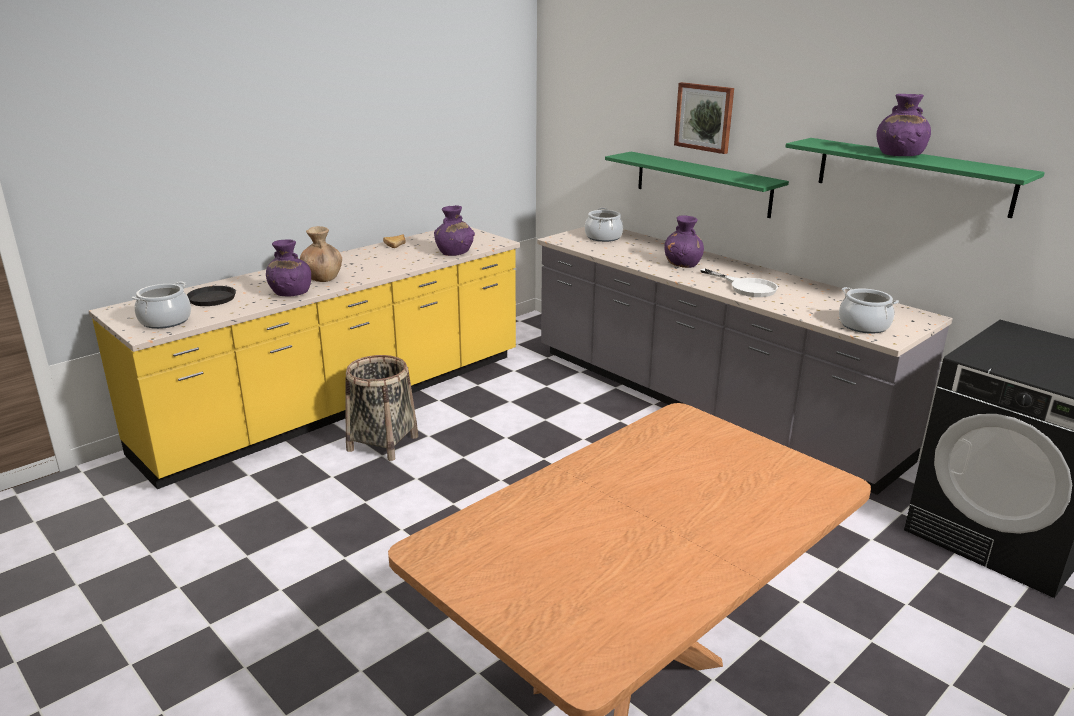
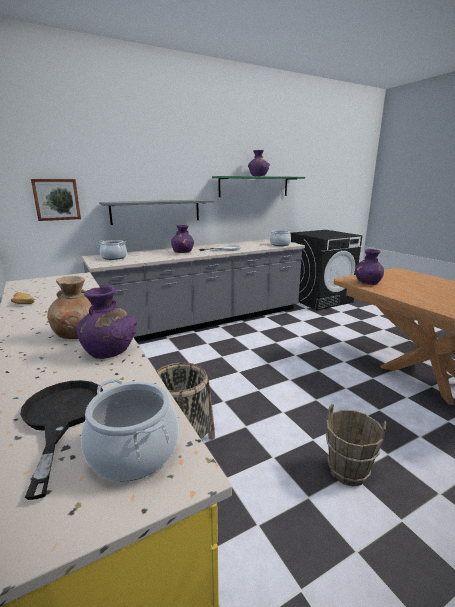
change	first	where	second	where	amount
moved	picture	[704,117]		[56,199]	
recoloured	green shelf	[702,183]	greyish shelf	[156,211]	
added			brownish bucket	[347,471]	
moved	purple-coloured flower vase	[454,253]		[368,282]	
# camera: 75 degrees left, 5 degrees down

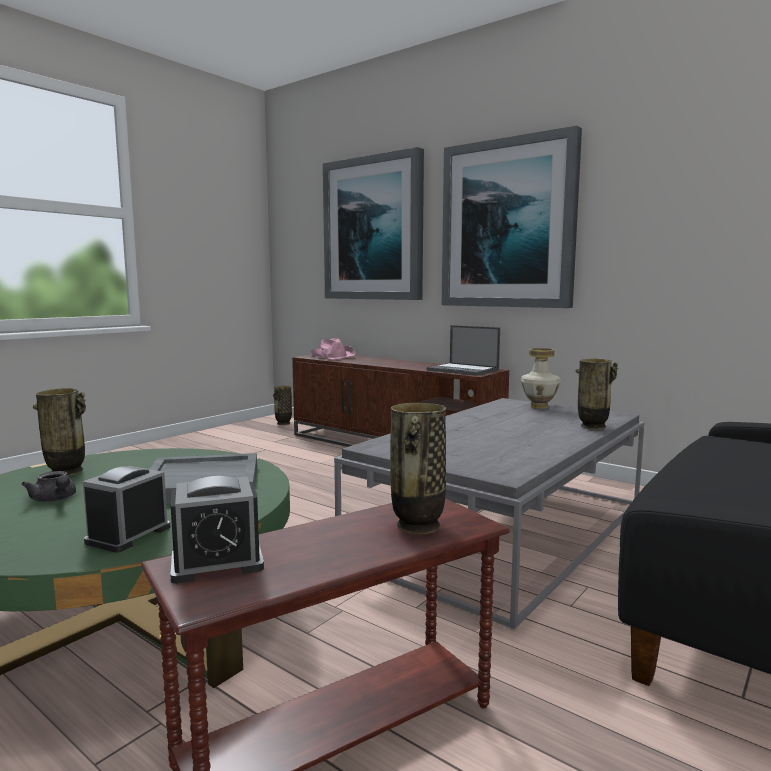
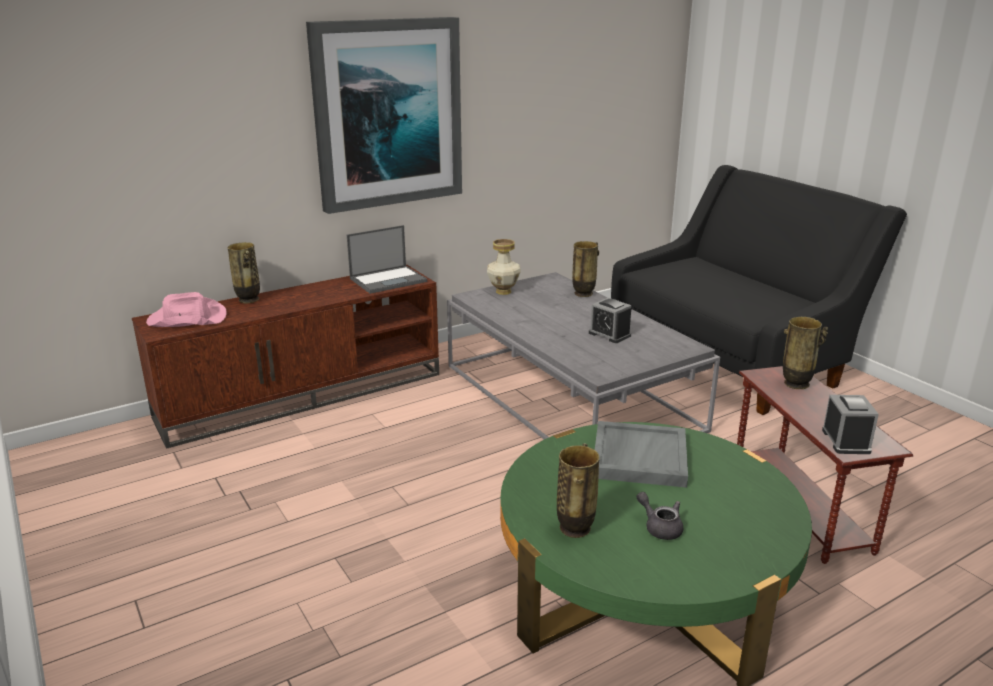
change	first	where	second	where	amount
moved	flower vase	[283,423]		[248,300]	
moved	bedside clock	[128,535]		[609,334]	
turned	greyish pot for tea	[55,499]		[660,527]	105 degrees counterclockwise
removed	picture	[374,229]			
# camera: 70 degrees left, 15 degrees up

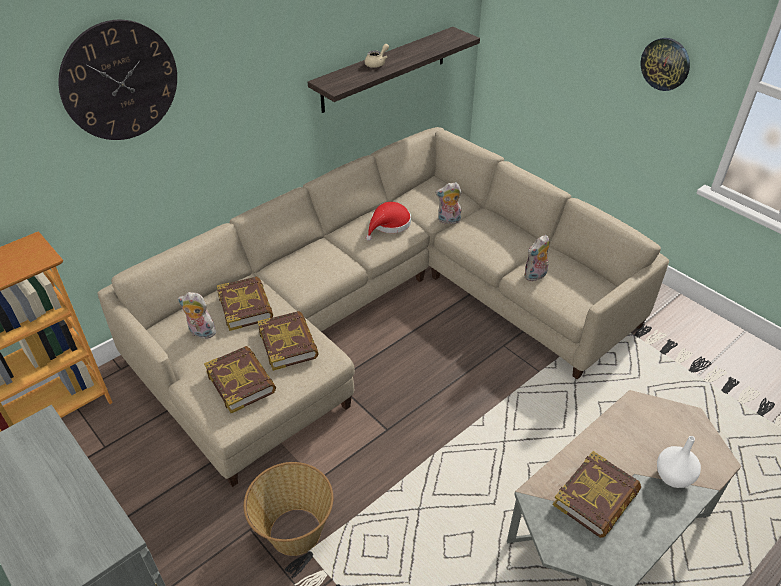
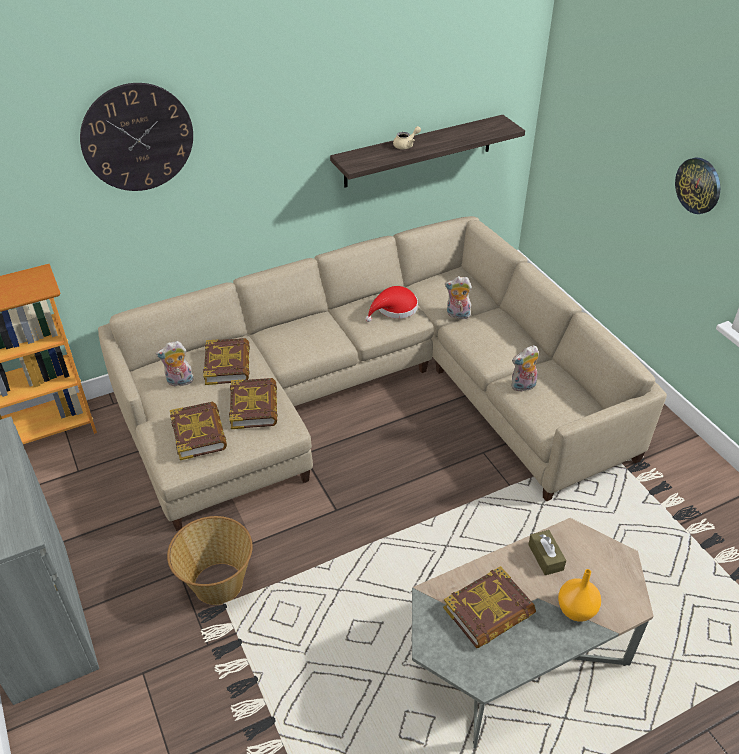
change	first	where	second	where	amount
turned	soft toy	[201,333]		[179,382]	45 degrees counterclockwise
added			brownish tissue box	[545,557]	
recoloured	whitish flower vase	[673,477]	orange flower vase	[577,610]	
# camera: 15 degrees right, 0 degrees up

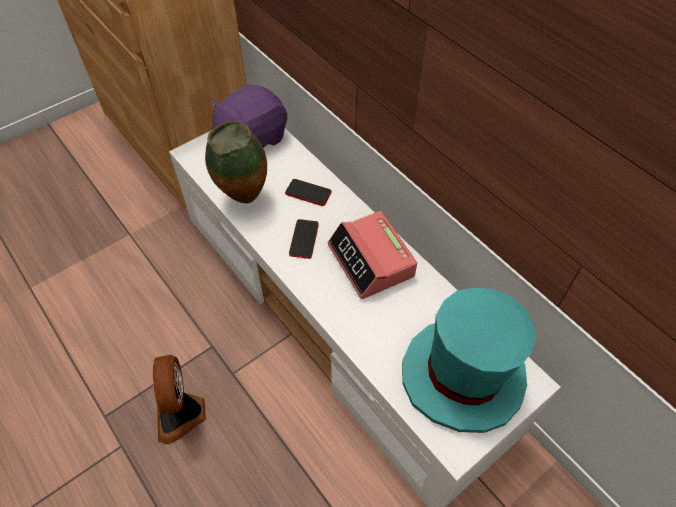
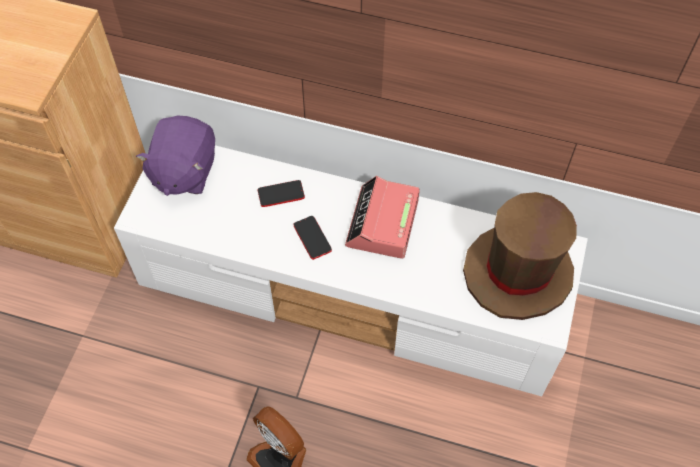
change	first	where	second	where	amount
turned	bedside clock	[371,261]		[382,224]	75 degrees clockwise
recoloured	blue-green wearable hat	[463,376]	brownish wearable hat	[518,273]	
removed	flower vase	[243,199]			
# camera: 35 degrees left, 5 degrees up

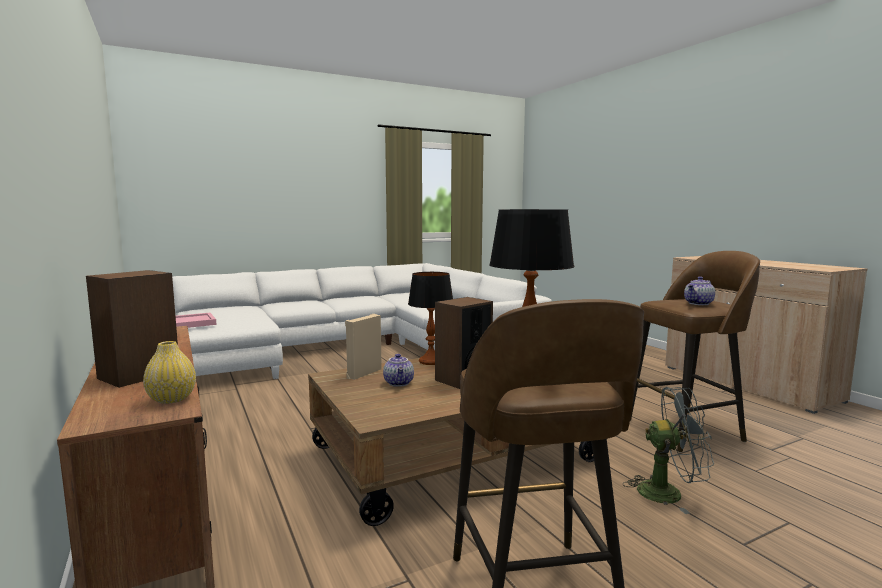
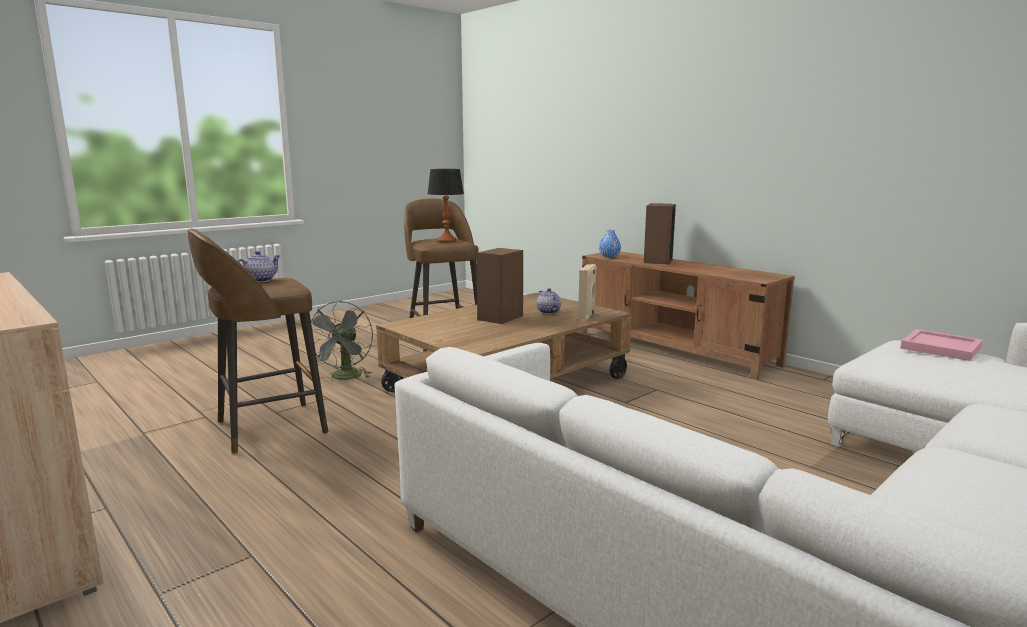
change	first	where	second	where	amount
turned	greyish cooling fan	[668,492]		[345,378]	75 degrees counterclockwise
recoloured	yellow flower vase	[171,399]	bluish flower vase	[609,257]	
removed	lamp for a table	[430,361]			
# camera: 165 degrees right, 5 degrees up

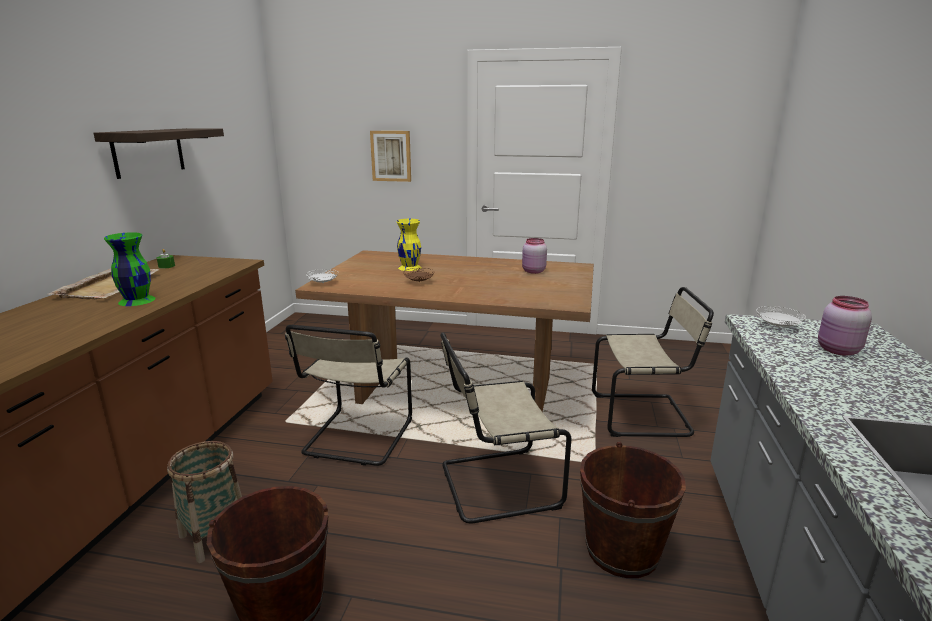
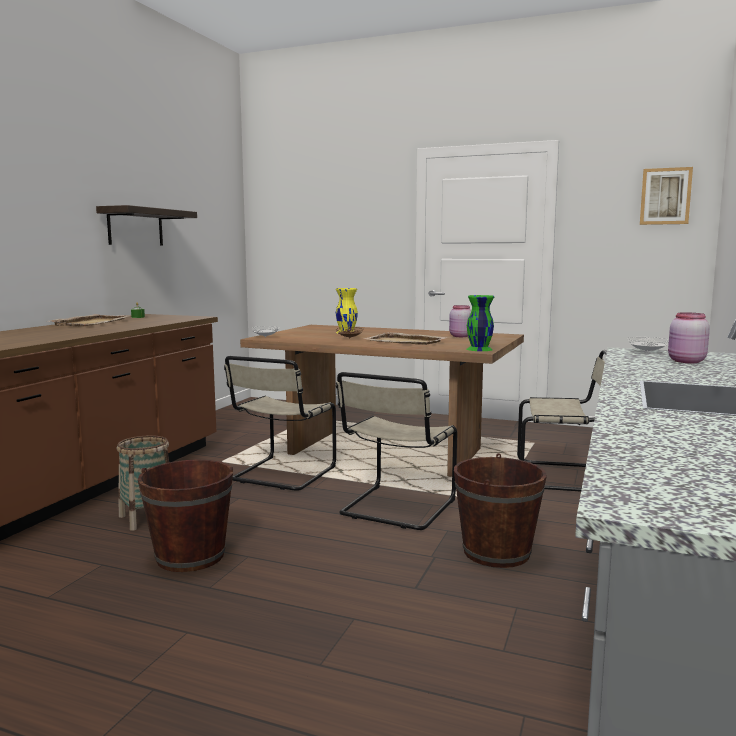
change	first	where	second	where	amount
turned	beige-coloured upright chair	[494,485]		[396,508]	60 degrees counterclockwise
added			beige-coloured tray	[406,341]	
moved	green flower vase	[136,300]		[479,349]	
moved	picture	[391,156]		[665,196]	
# camera: 10 degrees right, 10 degrees down

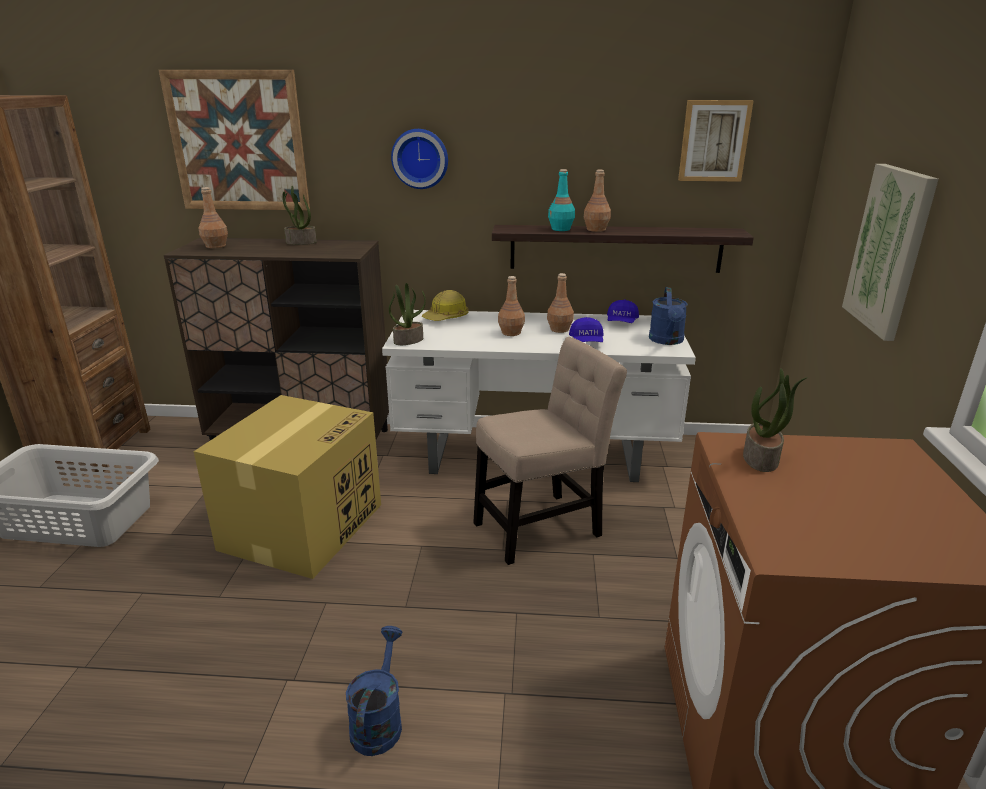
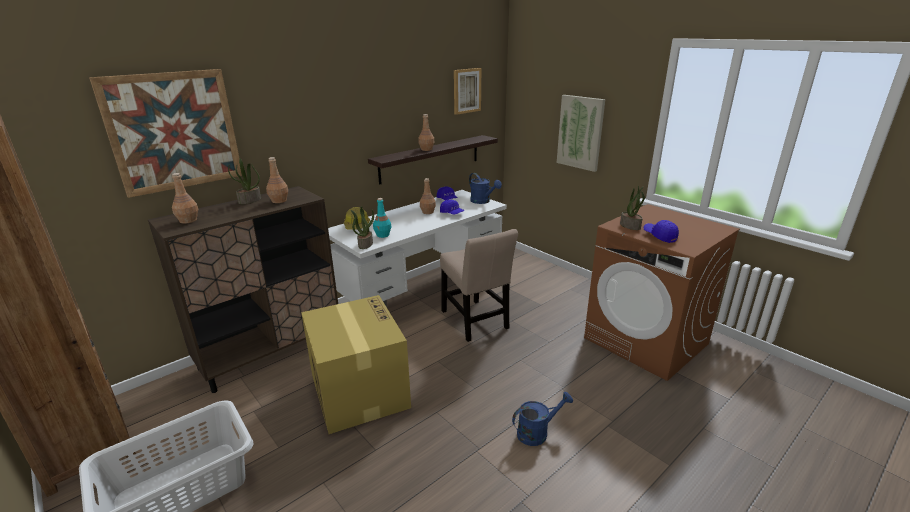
change	first	where	second	where	amount
moved	brownish bottle	[511,332]		[279,201]	
moved	blue-green bottle	[561,229]		[383,235]	
turned	beige-coloured upright chair	[542,526]		[475,322]	135 degrees clockwise
turned	bluish watering can	[378,720]		[537,432]	105 degrees clockwise
added			bluish baseball cap	[659,236]	
removed	clock on the wall	[420,158]			
# camera: 45 degrees left, 0 degrees up

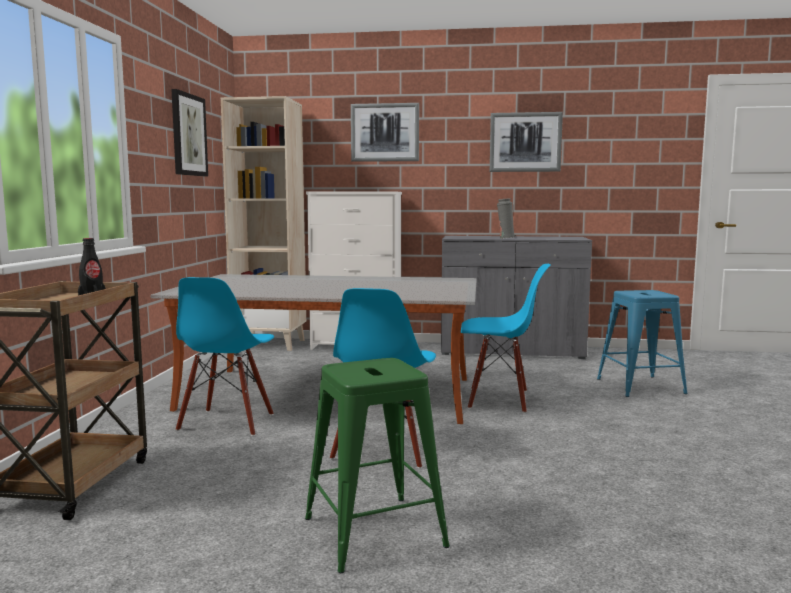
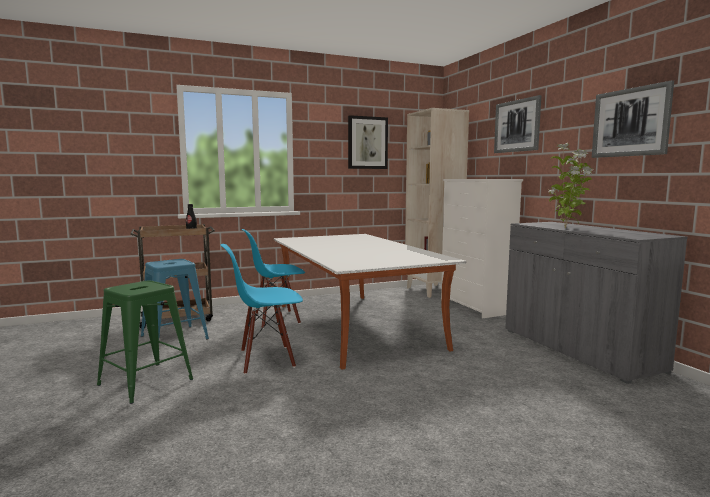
change	first	where	second	where	amount
moved	bluish stool seat	[641,386]		[174,337]	
replaced	greyish flower vase	[505,238]	houseplant	[566,228]	
removed	bluish upright chair	[498,400]			
# camera: 60 degrees right, 0 degrees up

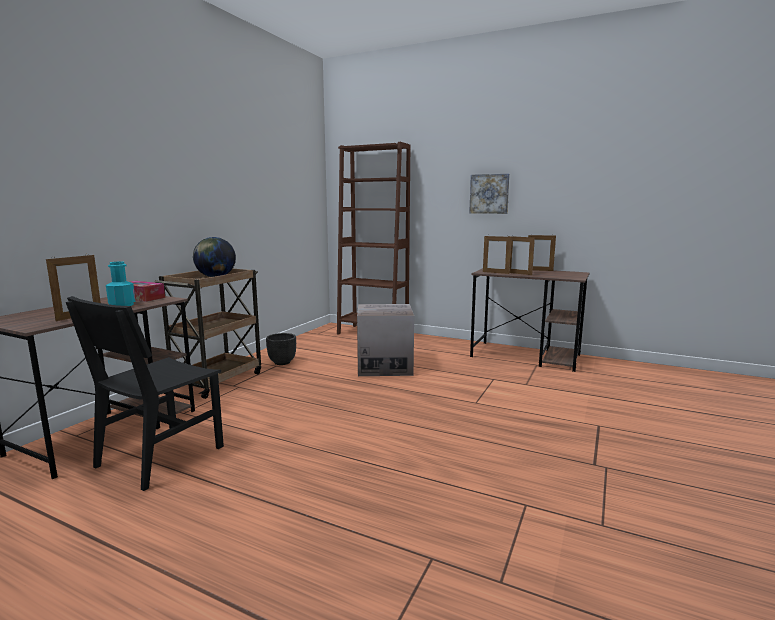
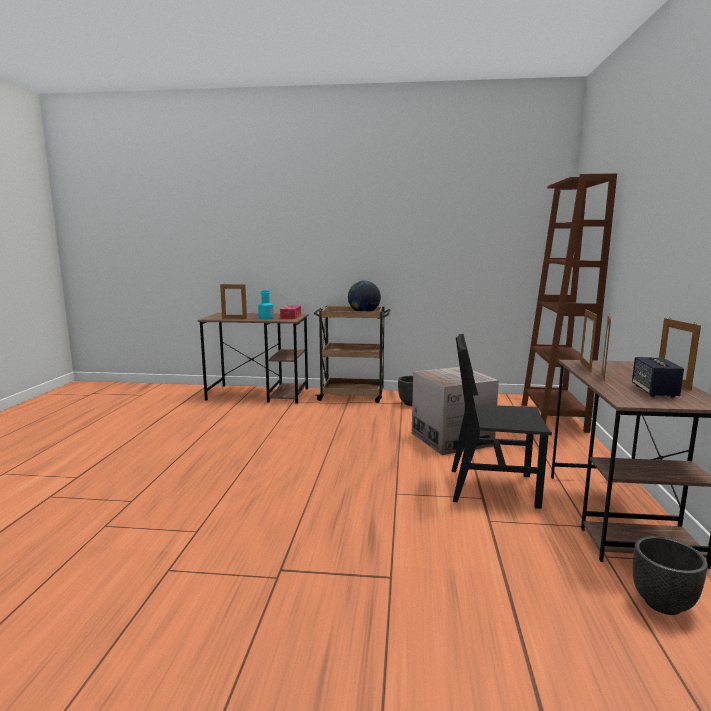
change	first	where	second	where	amount
moved	black upright chair	[160,456]		[492,487]	
added			audio speaker	[654,392]	
added			black planter	[663,604]	
removed	picture	[489,194]			
# camera: 70 degrees right, 0 degrees up

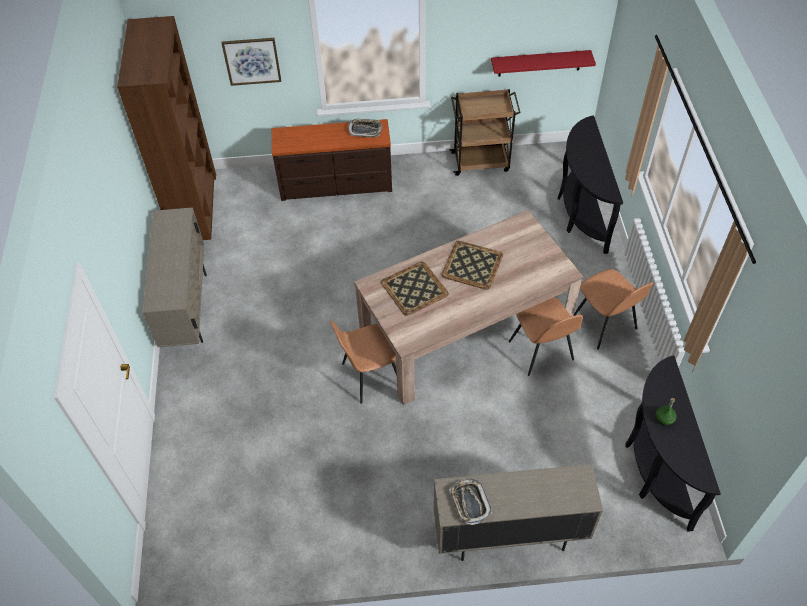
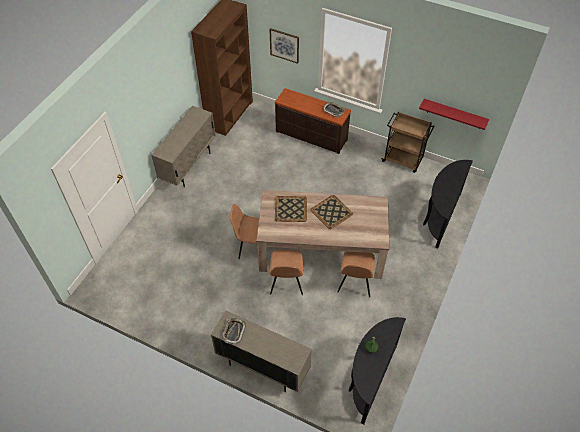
change	first	where	second	where	amount
moved	brownish upright chair	[604,325]		[286,283]	
# camera: 30 degrees right, 0 degrees up

